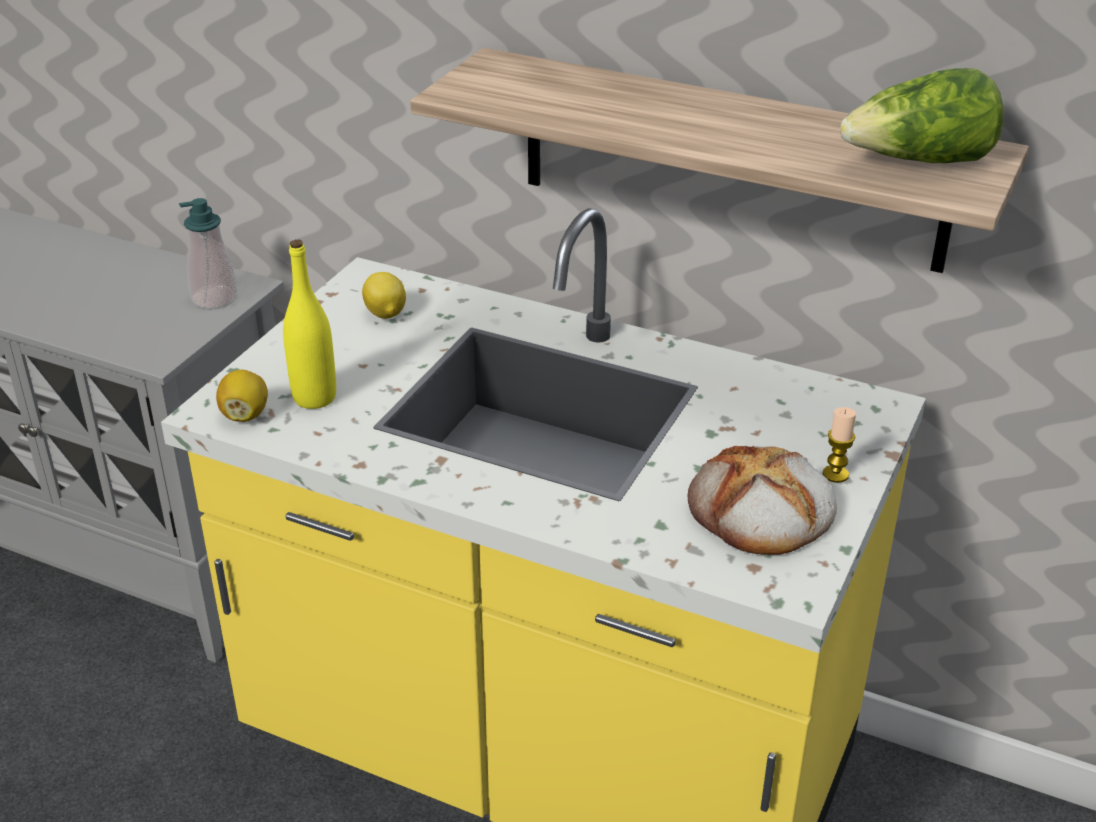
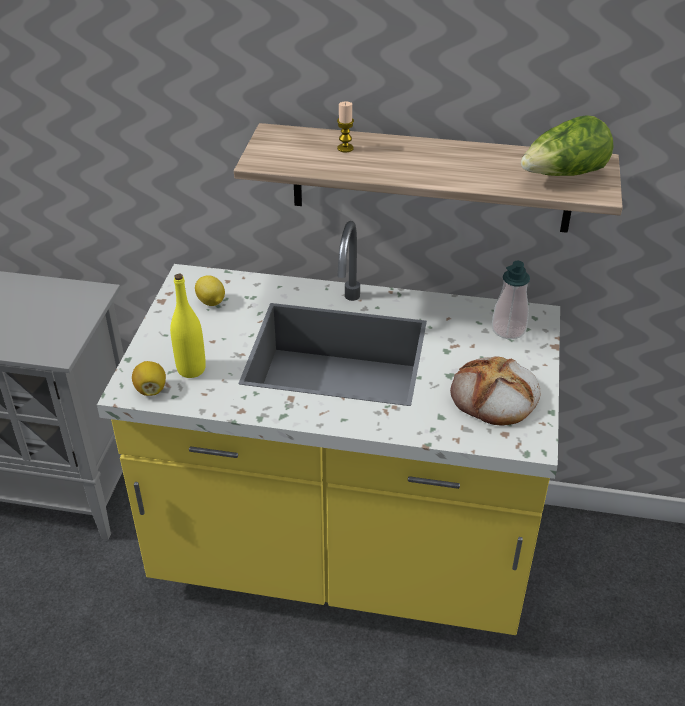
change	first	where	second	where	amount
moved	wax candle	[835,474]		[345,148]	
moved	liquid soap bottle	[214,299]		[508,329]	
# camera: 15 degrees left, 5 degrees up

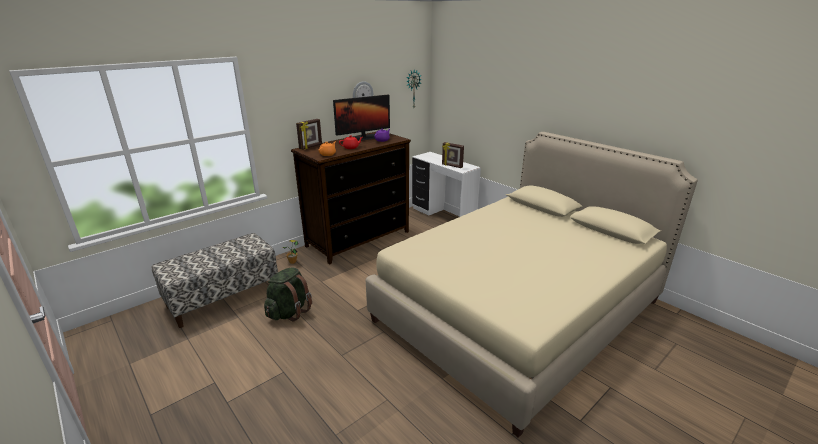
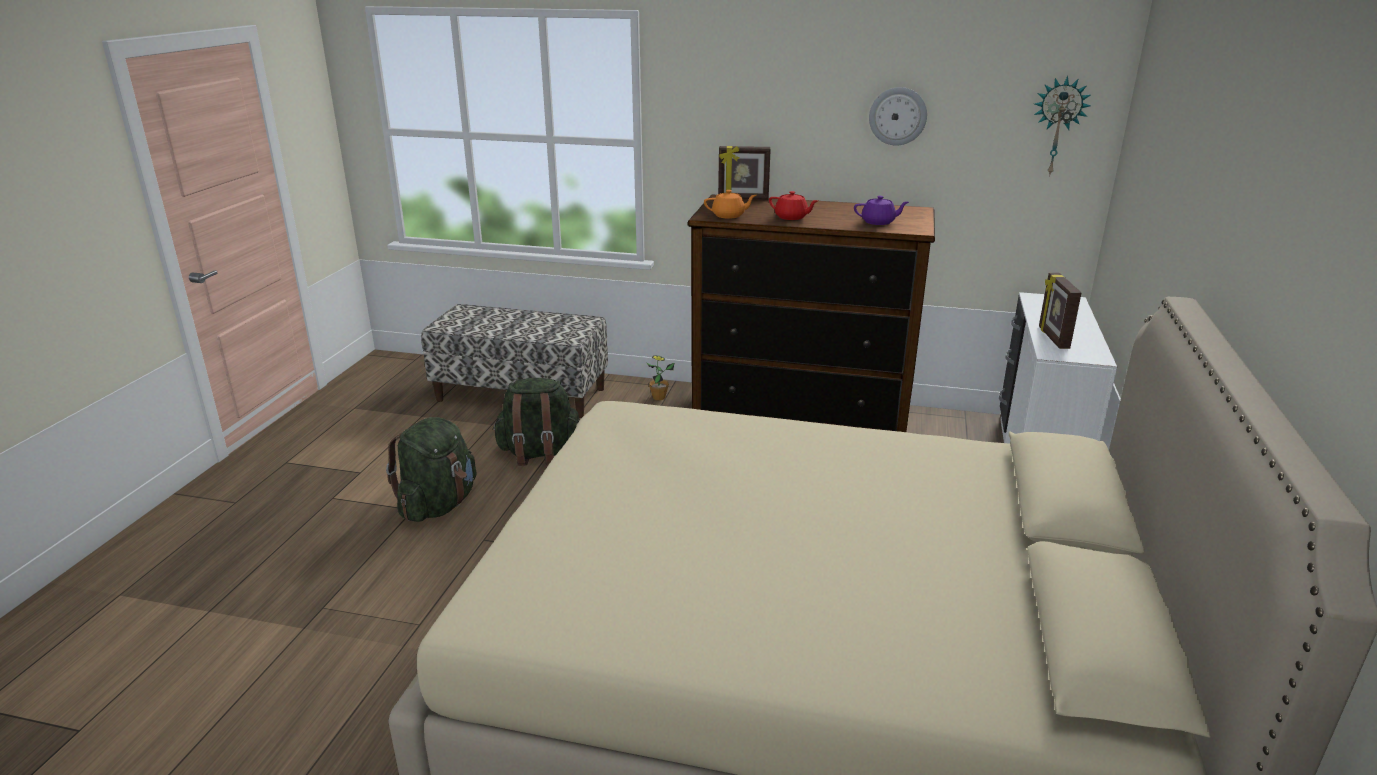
change	first	where	second	where	amount
added			green rucksack	[438,505]	
removed	computer display	[363,138]			
# camera: 55 degrees right, 0 degrees up

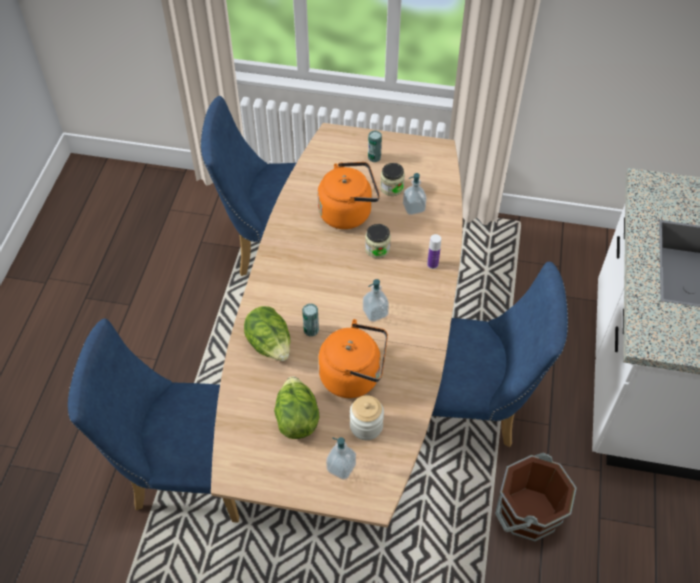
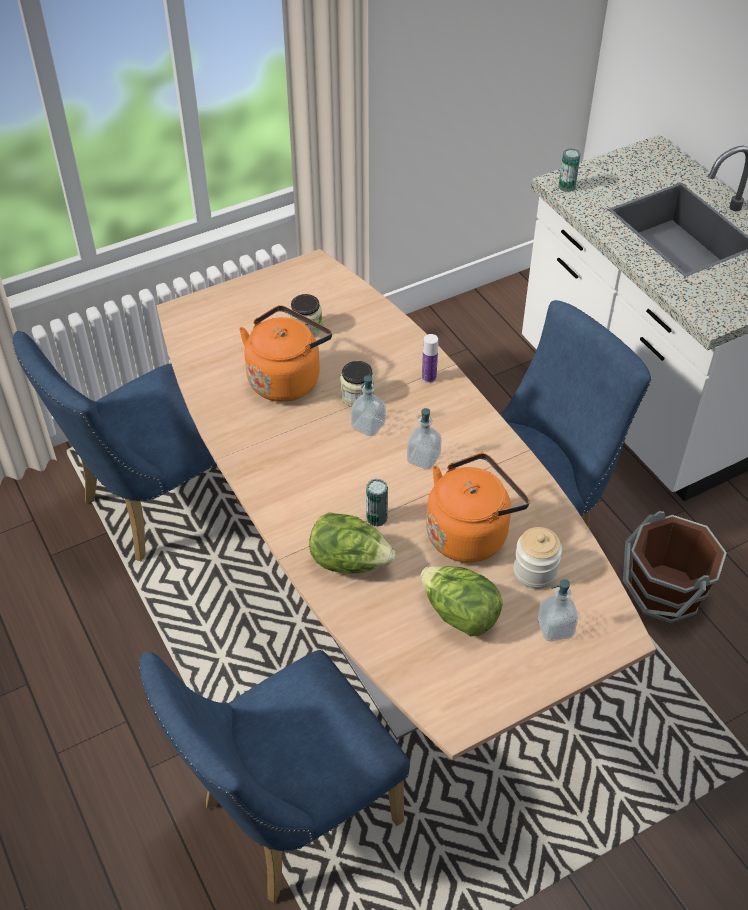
change	first	where	second	where	amount
moved	liquid soap bottle	[413,208]		[368,426]	
moved	sealed can	[374,157]		[566,187]	
# camera: 40 degrees left, 5 degrees down

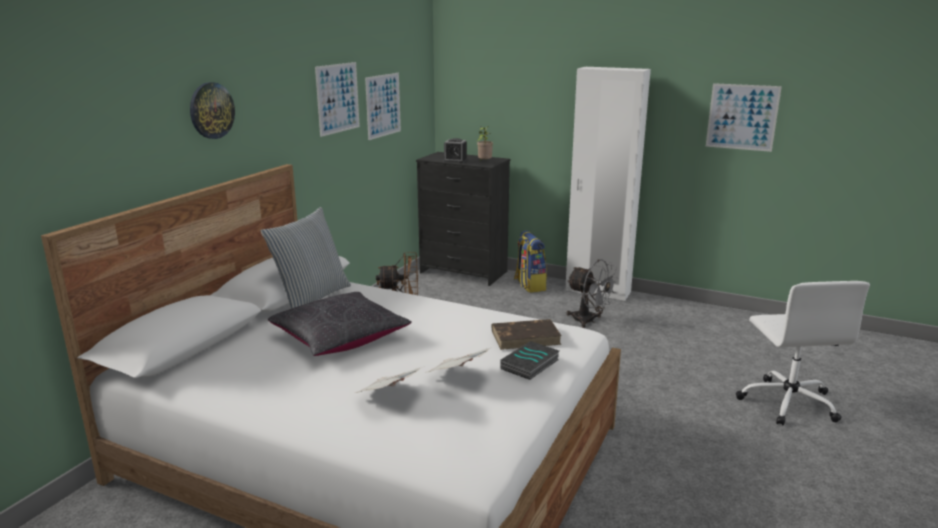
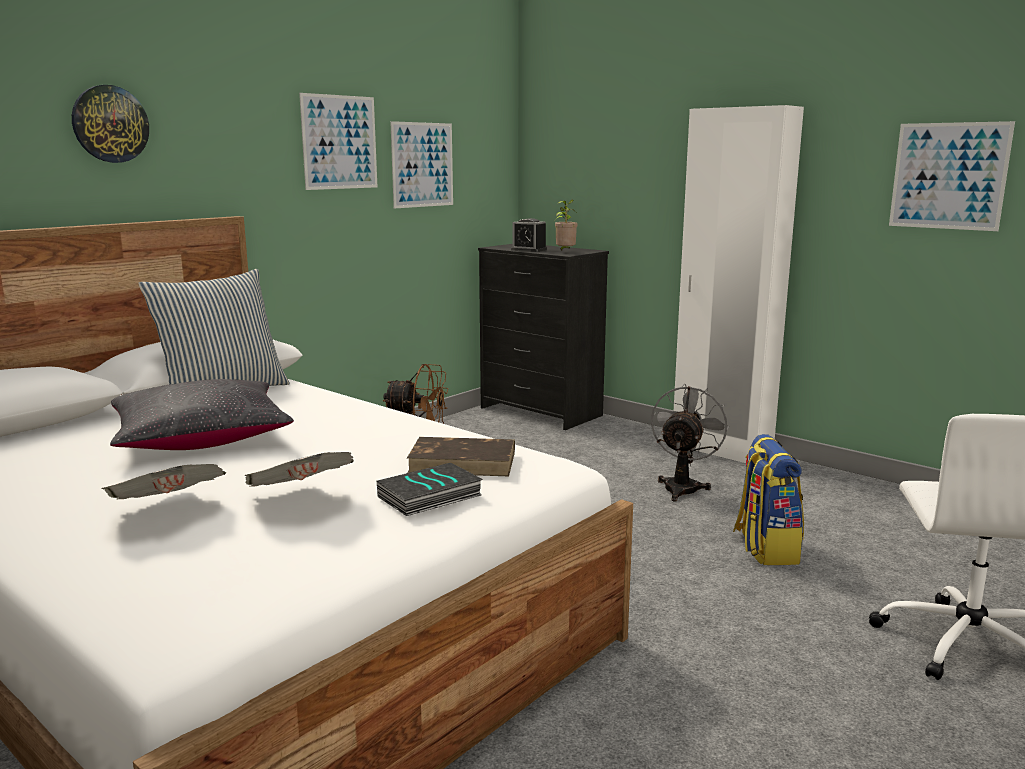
change	first	where	second	where	amount
turned	greyish cooling fan	[589,321]		[683,486]	120 degrees counterclockwise
moved	rucksack	[529,285]		[765,548]	
# camera: 15 degrees right, 5 degrees down

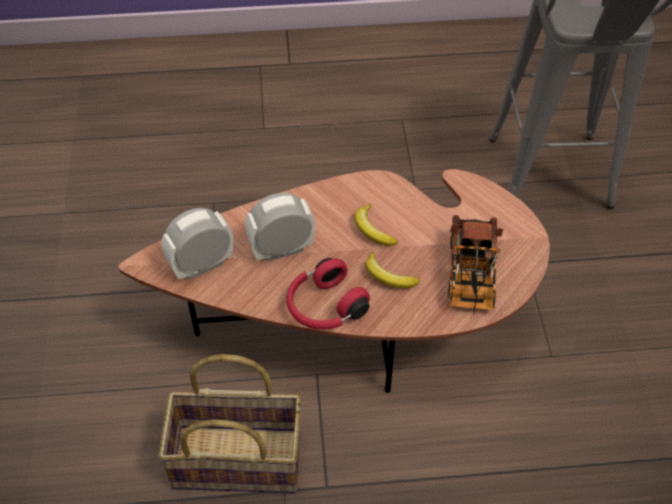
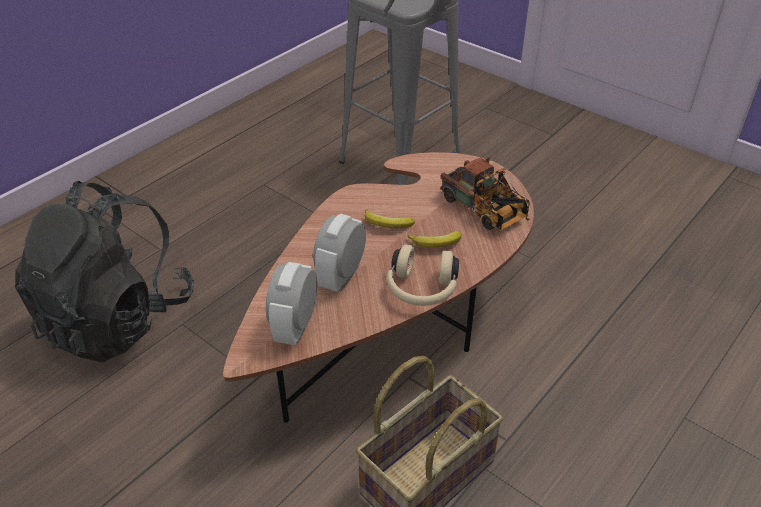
change	first	where	second	where	amount
added			black rucksack	[117,319]	
recoloured	reddish pair of headphones	[324,307]	beige-coloured pair of headphones	[421,289]	
# camera: 45 degrees left, 10 degrees down

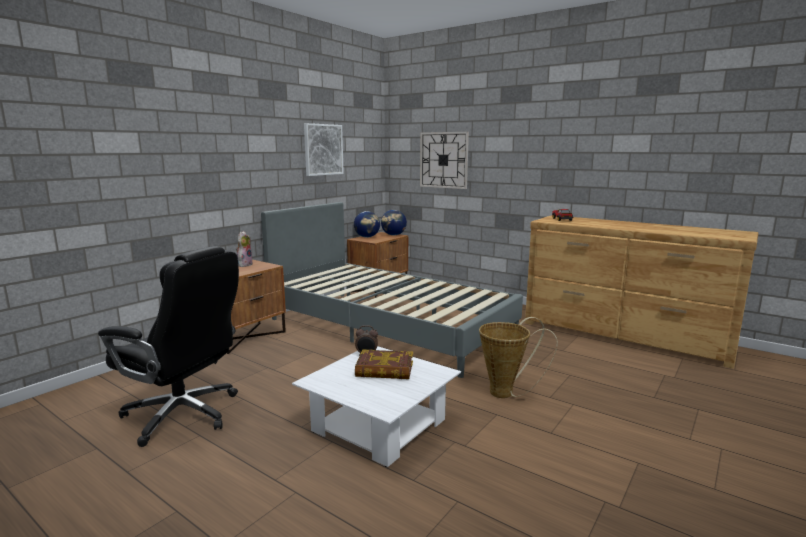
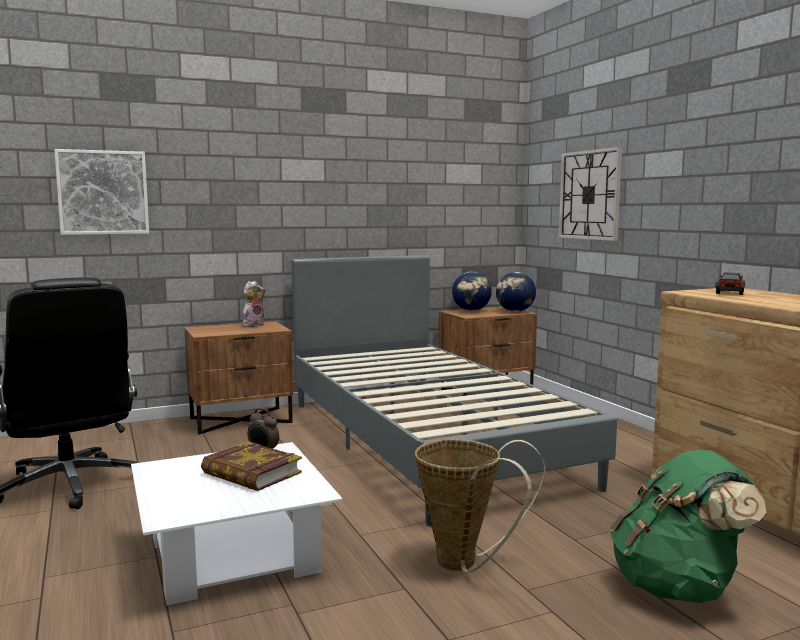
change	first	where	second	where	amount
moved	picture	[323,149]		[103,192]	
added			green rucksack	[678,587]	
# camera: 30 degrees right, 5 degrees down

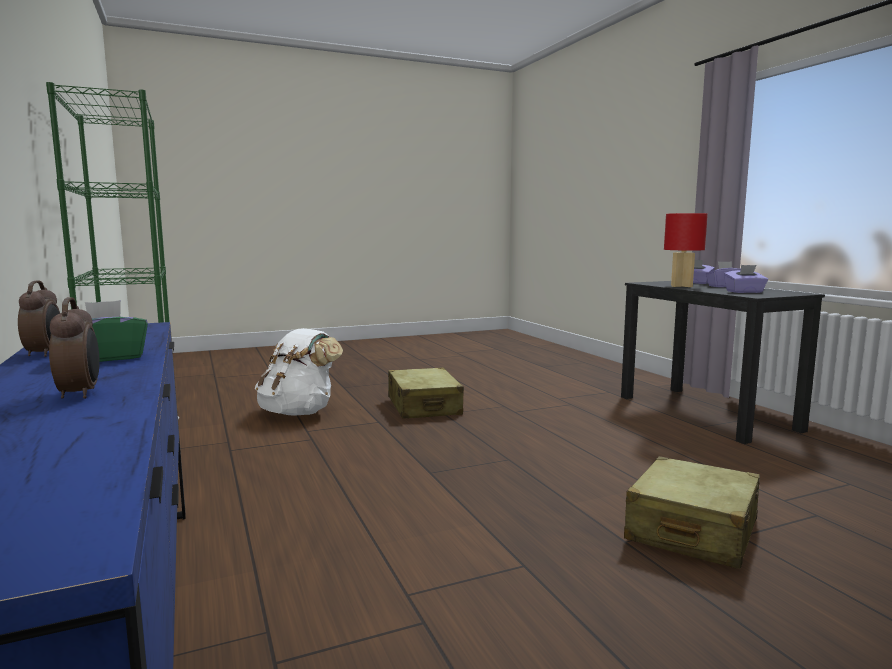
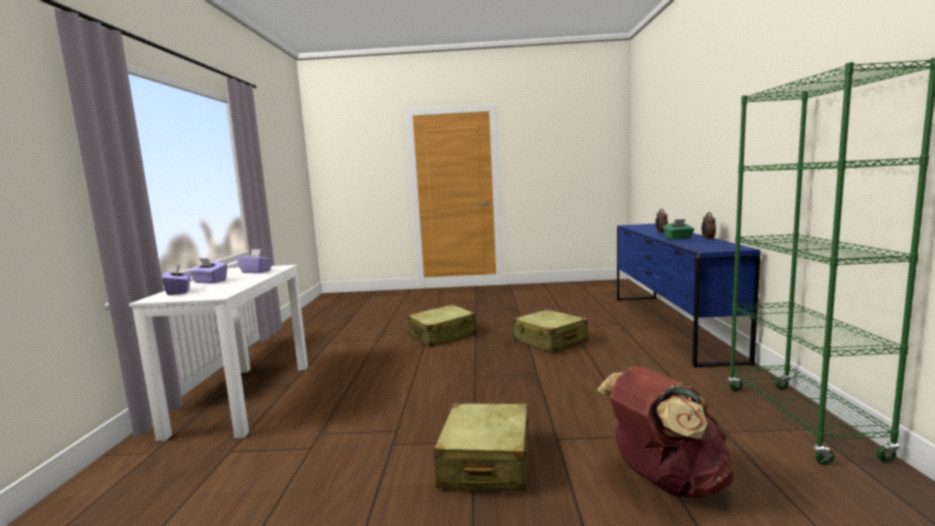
change	first	where	second	where	amount
recoloured	black desk table	[706,413]	whitish desk table	[244,397]	
added			beige-coloured suitcase	[550,341]	
recoloured	whitish rucksack	[299,412]	brownish rucksack	[664,482]	
removed	reddish lamp for a table	[681,286]			
# camera: 155 degrees left, 0 degrees up

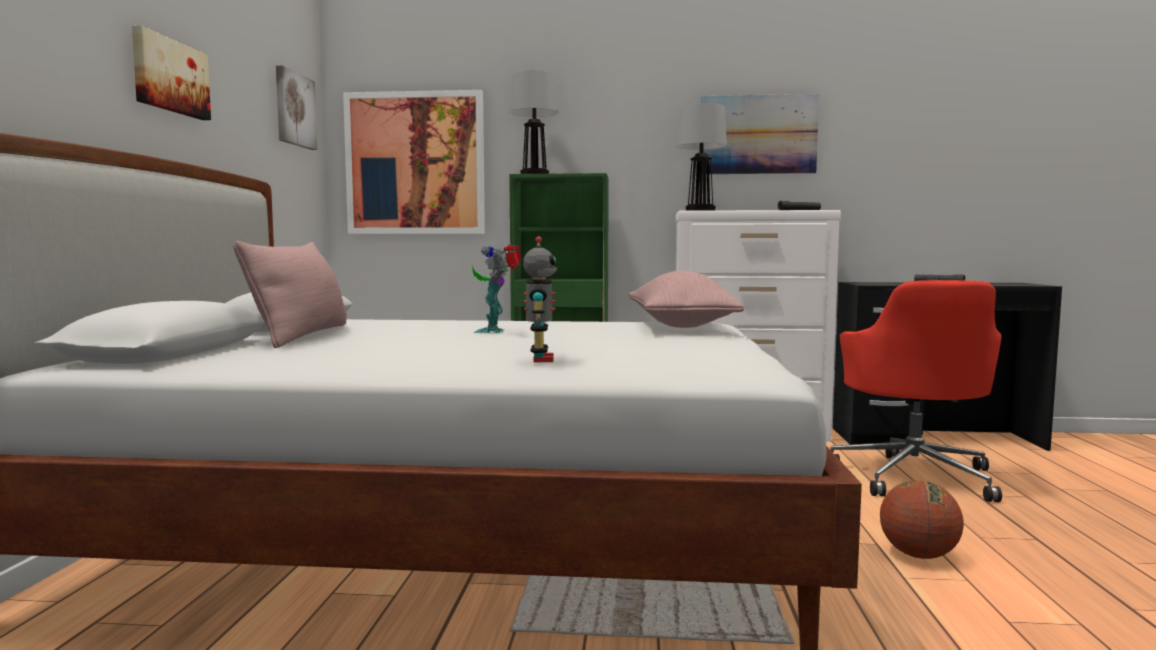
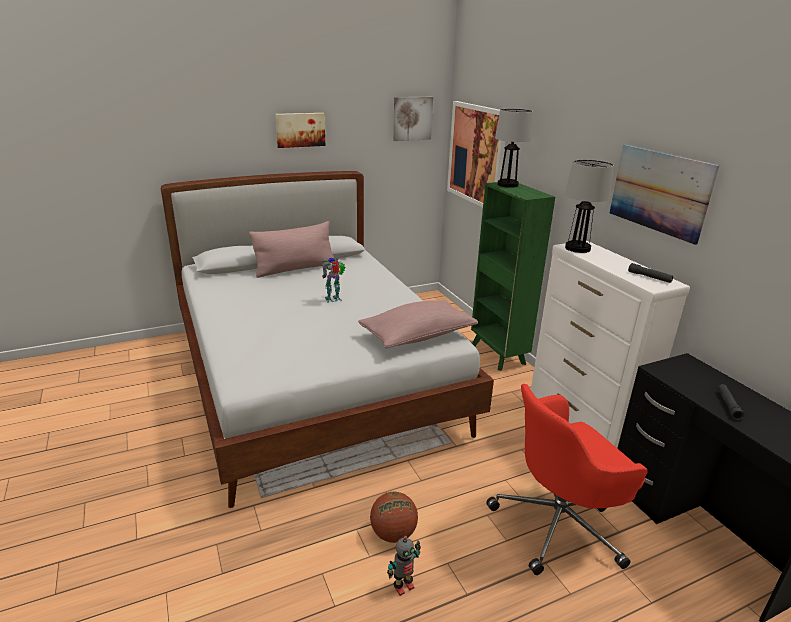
change	first	where	second	where	amount
moved	model robot	[540,360]		[403,586]	
# camera: 60 degrees right, 20 degrees up

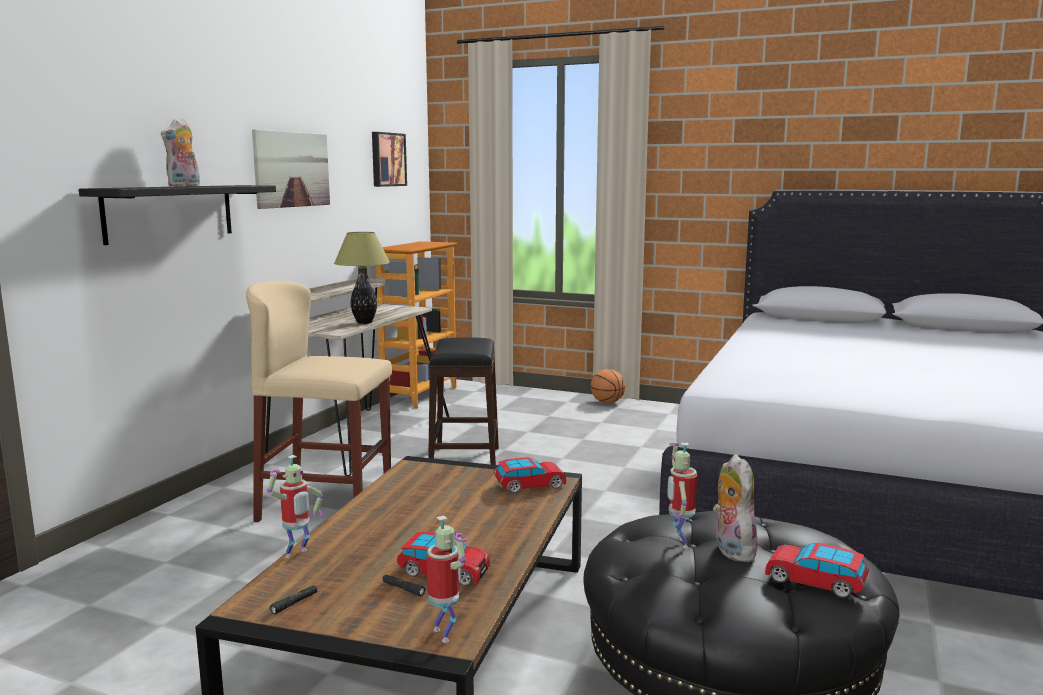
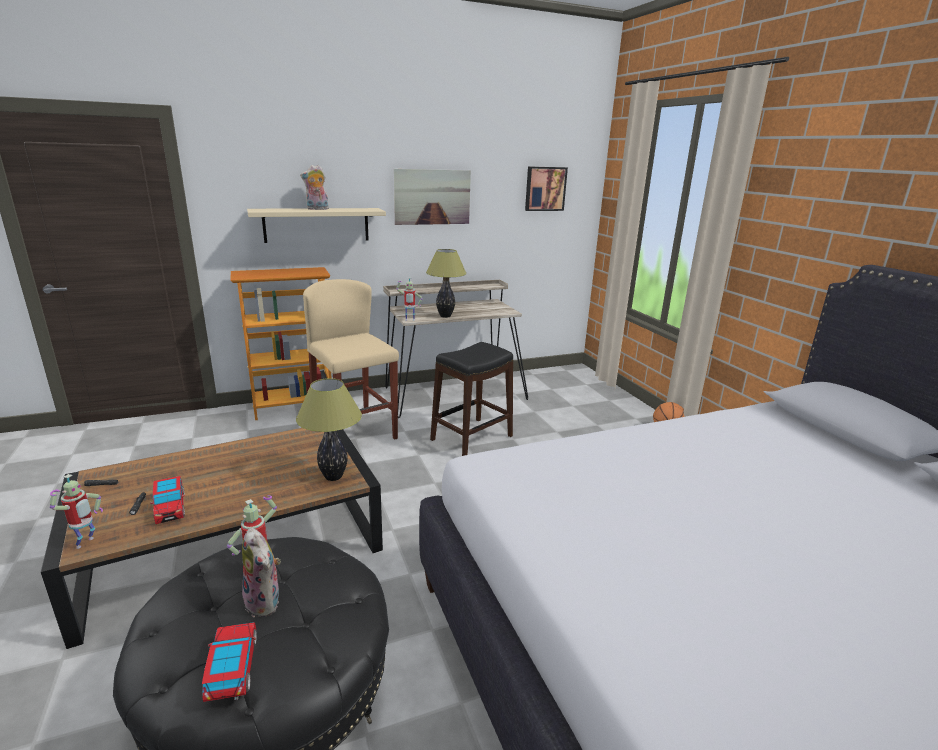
change	first	where	second	where	amount
moved	shelving unit	[419,395]		[293,407]	
turned	soft toy	[730,550]		[266,602]	105 degrees clockwise
recoloured	black shelf	[170,212]	beige-coloured shelf	[316,225]	
replaced	model car	[529,485]	lamp for a table	[333,476]	
moved	model robot	[297,554]		[409,320]	
# camera: 45 degrees right, 10 degrees up

